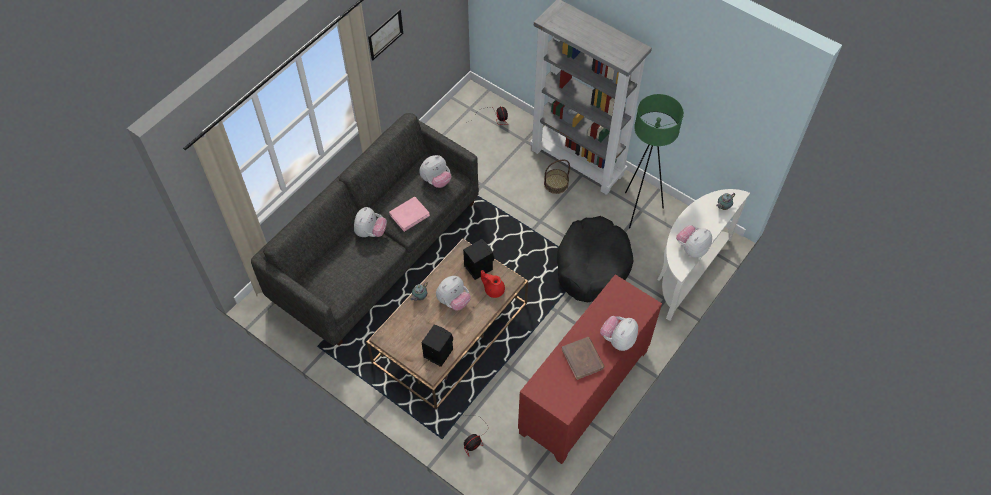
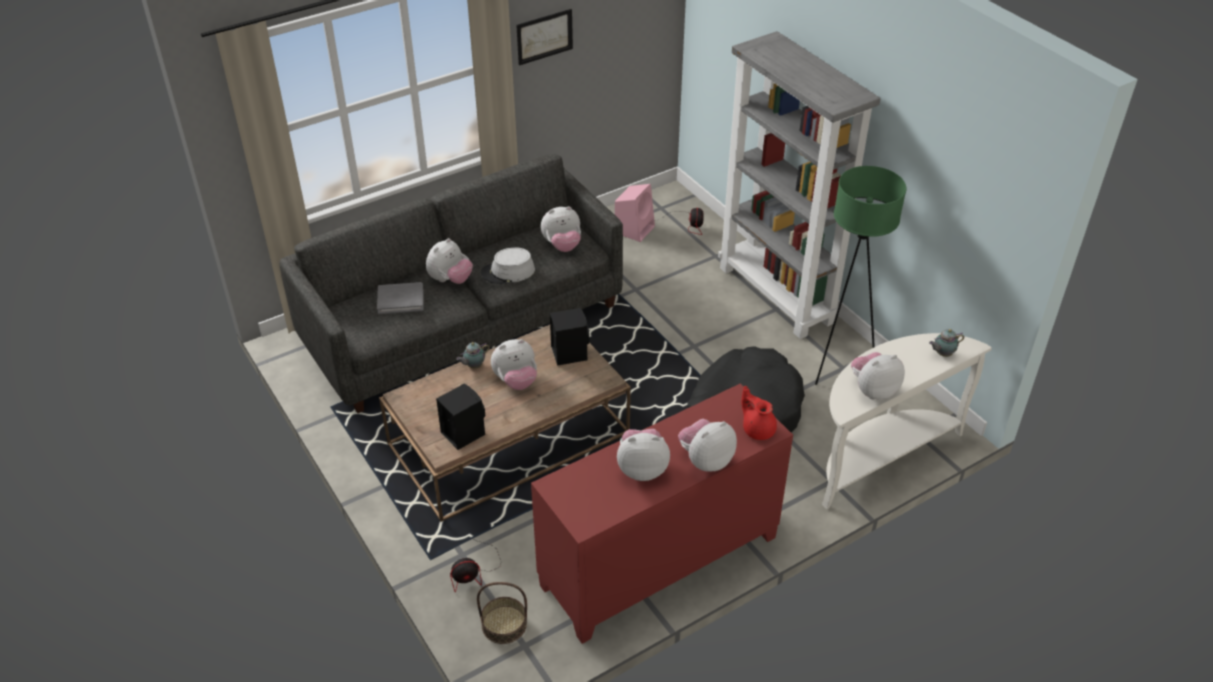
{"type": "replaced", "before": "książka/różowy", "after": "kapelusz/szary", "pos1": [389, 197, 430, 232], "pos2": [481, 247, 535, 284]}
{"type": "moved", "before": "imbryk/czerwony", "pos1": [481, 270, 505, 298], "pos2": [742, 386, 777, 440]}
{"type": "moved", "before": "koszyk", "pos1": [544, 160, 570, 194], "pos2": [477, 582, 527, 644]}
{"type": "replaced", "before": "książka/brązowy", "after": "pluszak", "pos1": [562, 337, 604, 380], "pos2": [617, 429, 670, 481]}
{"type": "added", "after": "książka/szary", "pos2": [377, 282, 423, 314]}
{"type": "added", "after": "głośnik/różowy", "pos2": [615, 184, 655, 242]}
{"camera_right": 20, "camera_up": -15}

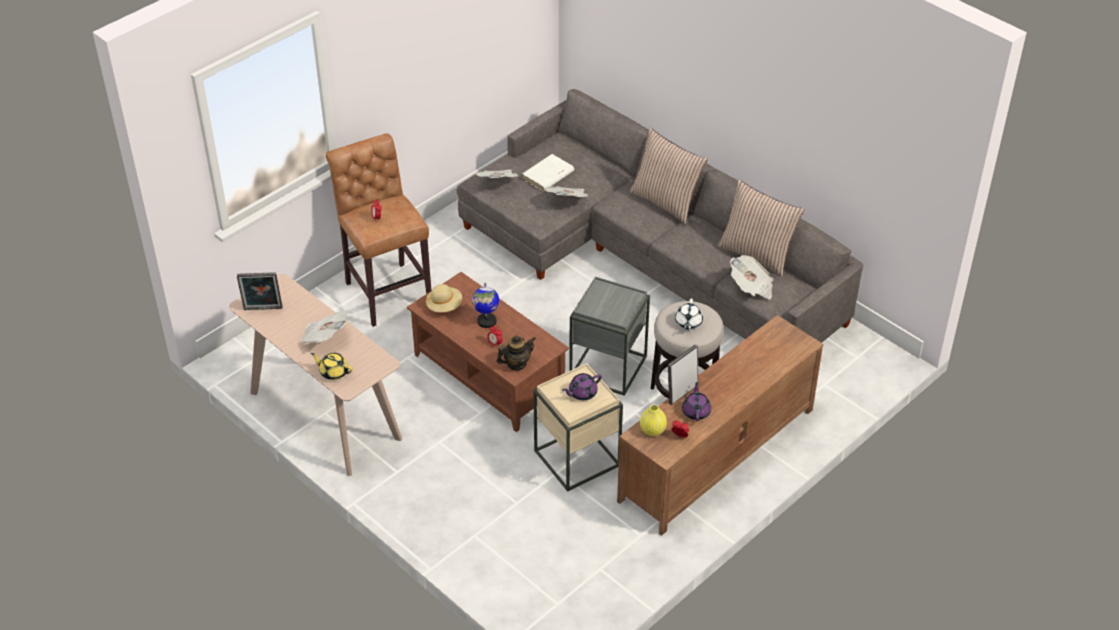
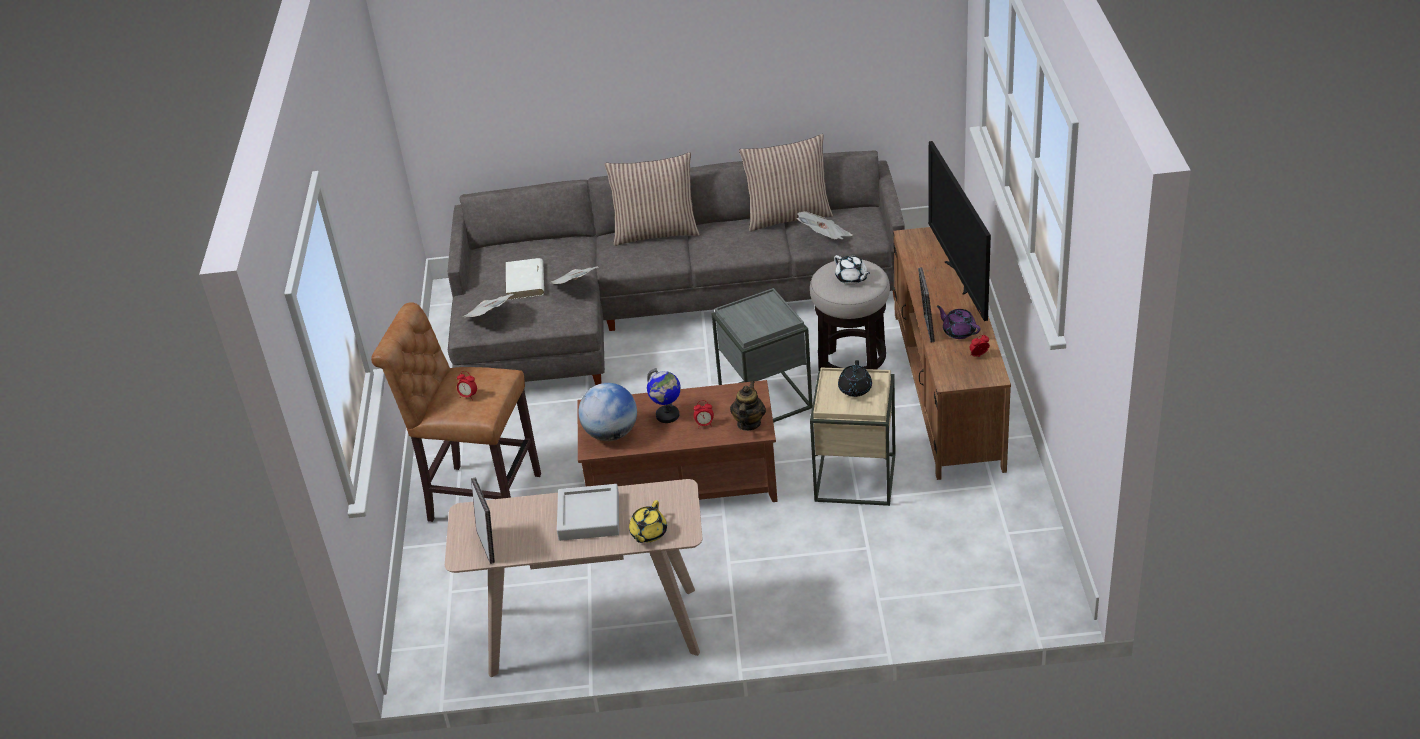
{"type": "turned", "before": "ramka na zdjęcie", "pos1": [237, 272, 282, 310], "pos2": [471, 477, 495, 564], "turn": -60}
{"type": "replaced", "before": "gazeta", "after": "taca/szary", "pos1": [300, 312, 347, 344], "pos2": [557, 484, 619, 541]}
{"type": "turned", "before": "imbryk/żółty", "pos1": [311, 353, 353, 380], "pos2": [629, 500, 667, 543], "turn": -45}
{"type": "replaced", "before": "kapelusz/beżowy", "after": "globus", "pos1": [426, 284, 462, 312], "pos2": [579, 383, 637, 441]}
{"type": "recoloured", "before": "imbryk/fioletowy", "after": "imbryk/czarny", "pos1": [562, 373, 602, 400], "pos2": [838, 360, 872, 397]}
{"type": "removed", "before": "wazon/żółty", "pos1": [640, 404, 667, 436]}
{"type": "added", "after": "telewizor", "pos2": [928, 141, 991, 321]}
{"camera_right": -45, "camera_up": -5}

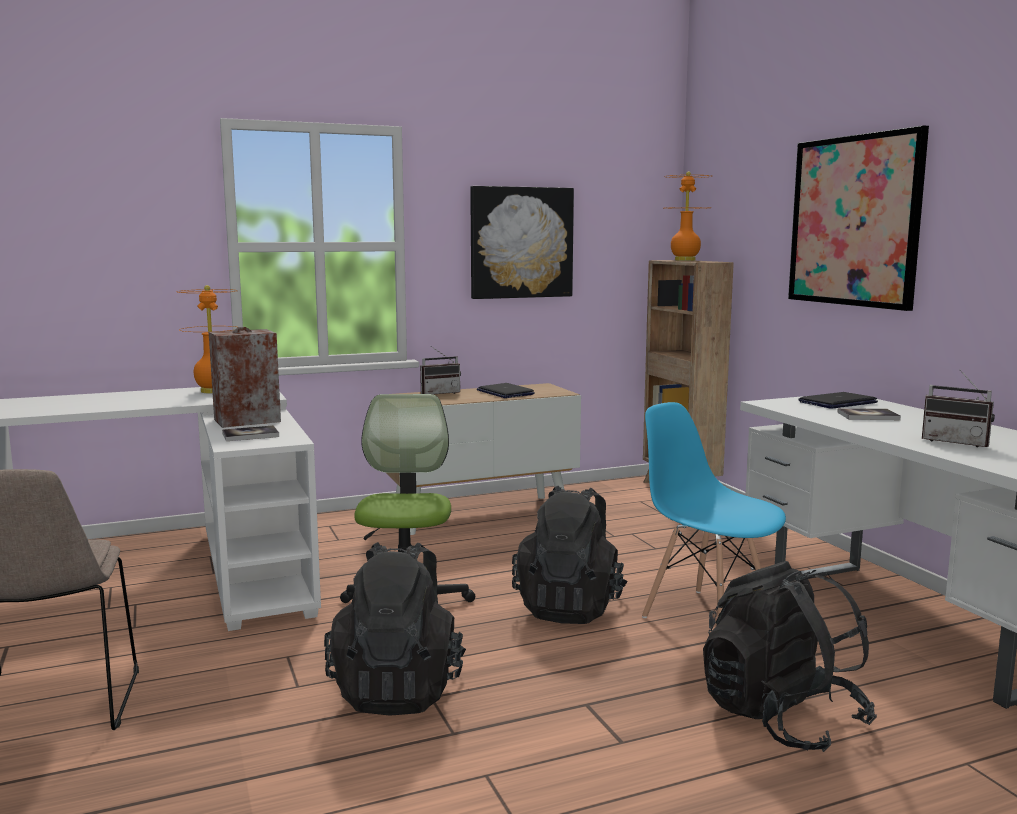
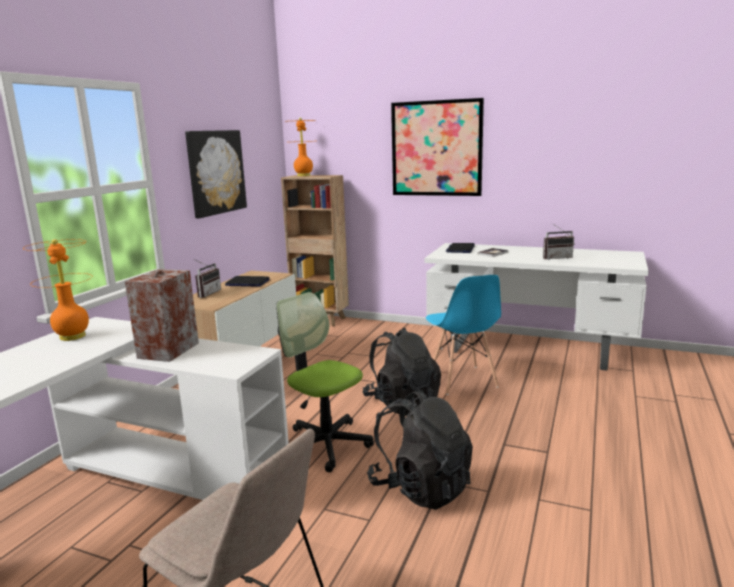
{"type": "removed", "before": "książka", "pos1": [222, 425, 279, 441]}
{"type": "turned", "before": "krzesło/niebieski", "pos1": [642, 402, 786, 618], "pos2": [426, 275, 501, 395], "turn": -105}
{"type": "removed", "before": "plecak/czarny", "pos1": [703, 561, 877, 752]}
{"camera_right": -45, "camera_up": 5}

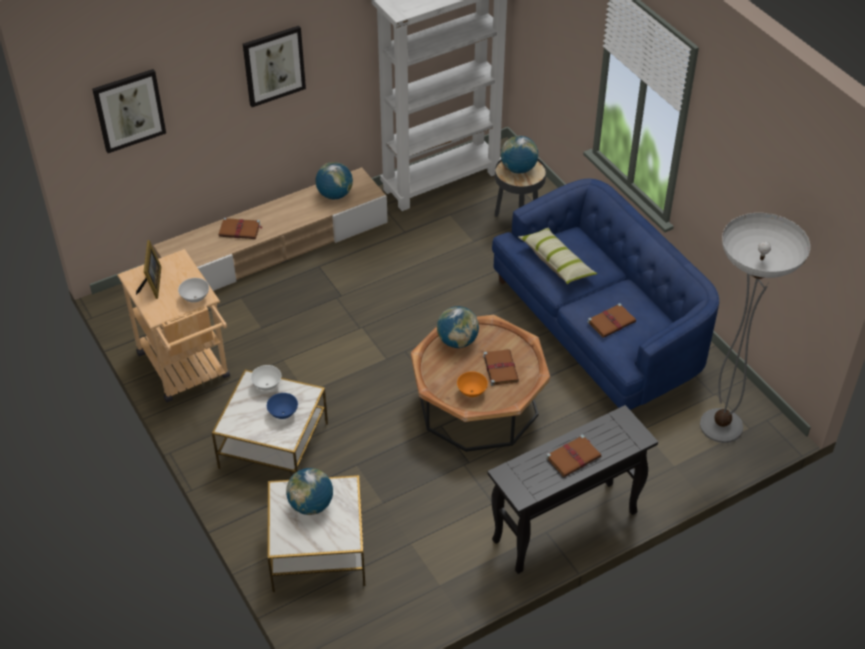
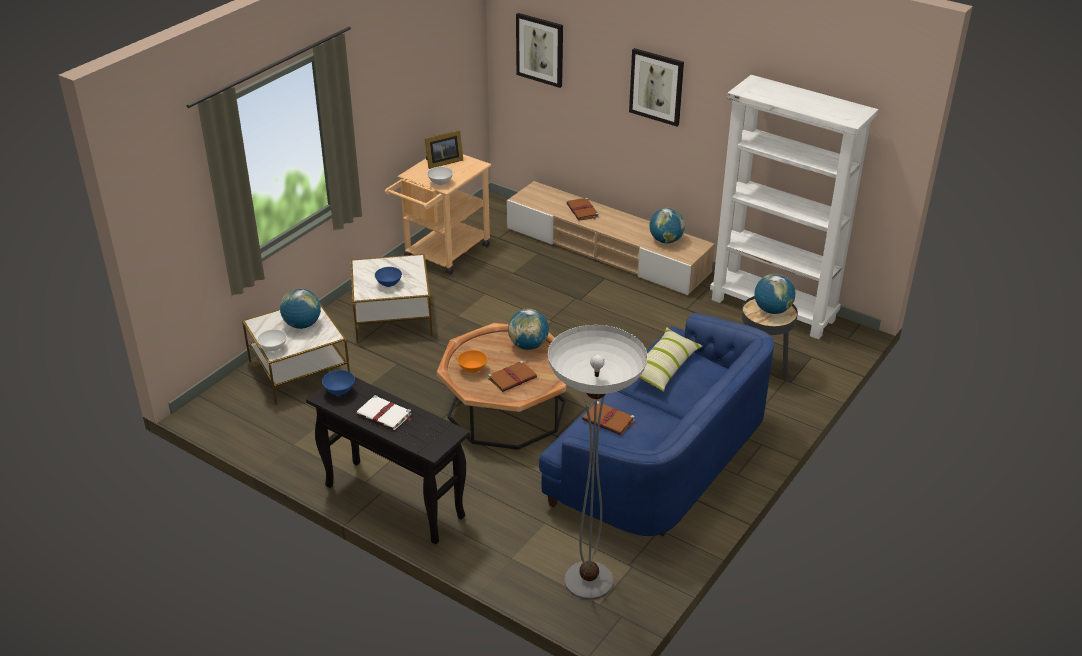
{"type": "moved", "before": "miska/biały", "pos1": [251, 365, 281, 390], "pos2": [257, 329, 287, 351]}
{"type": "recoloured", "before": "książka/brązowy", "after": "książka/biały", "pos1": [546, 435, 601, 477], "pos2": [356, 395, 412, 430]}
{"type": "added", "after": "miska/niebieski", "pos2": [322, 370, 355, 395]}
{"camera_right": 65, "camera_up": -10}

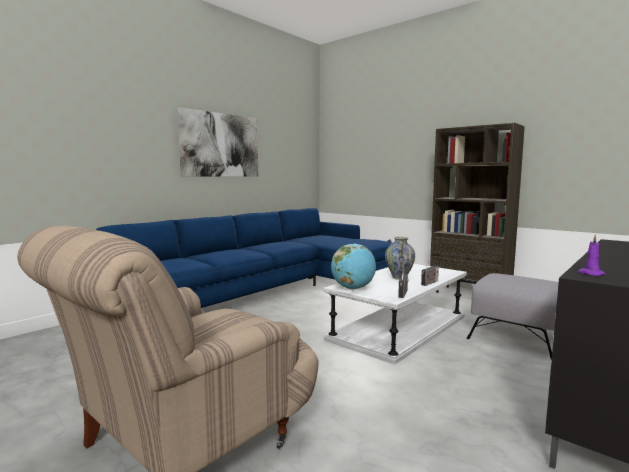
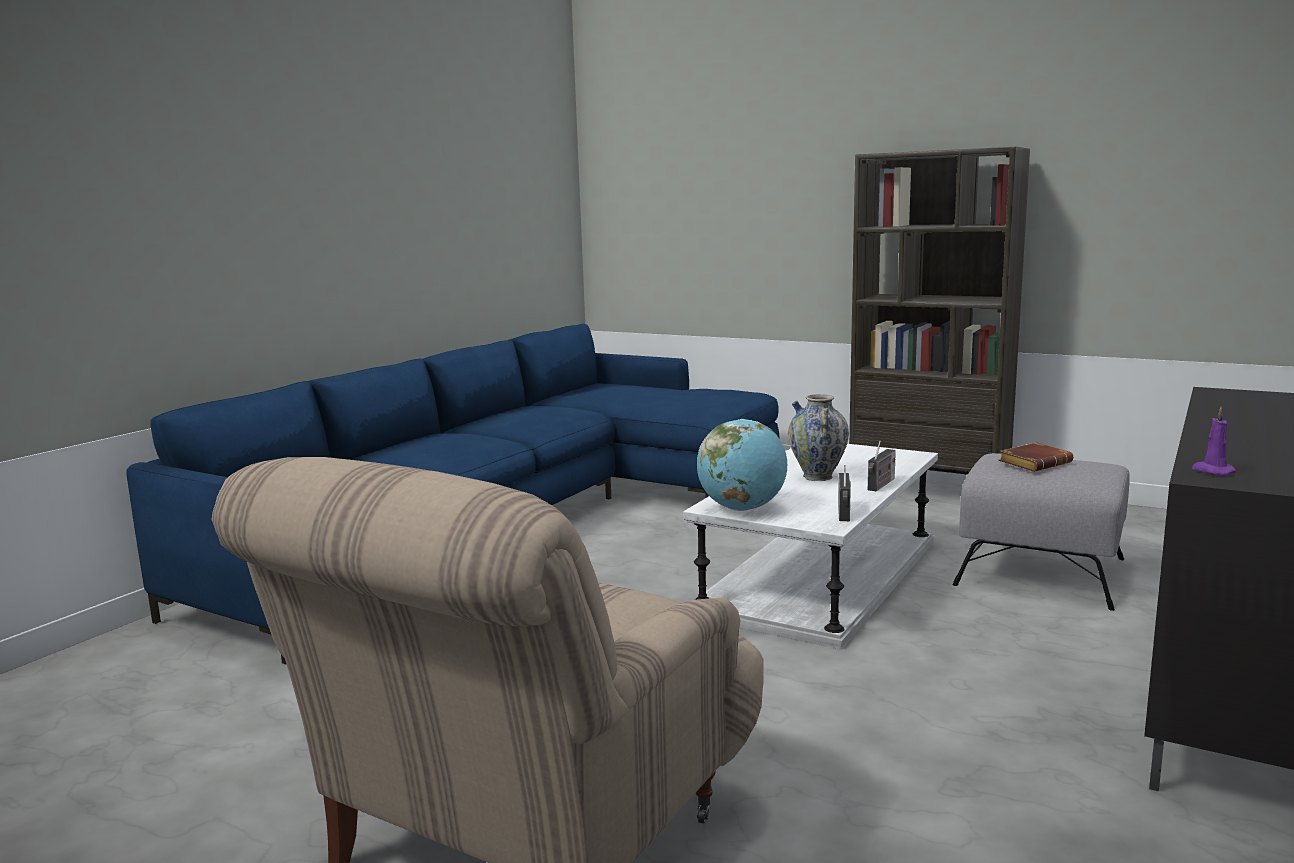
{"type": "removed", "before": "obraz", "pos1": [178, 107, 258, 176]}
{"type": "added", "after": "książka/brązowy", "pos2": [999, 442, 1073, 472]}
{"camera_right": -10, "camera_up": 5}

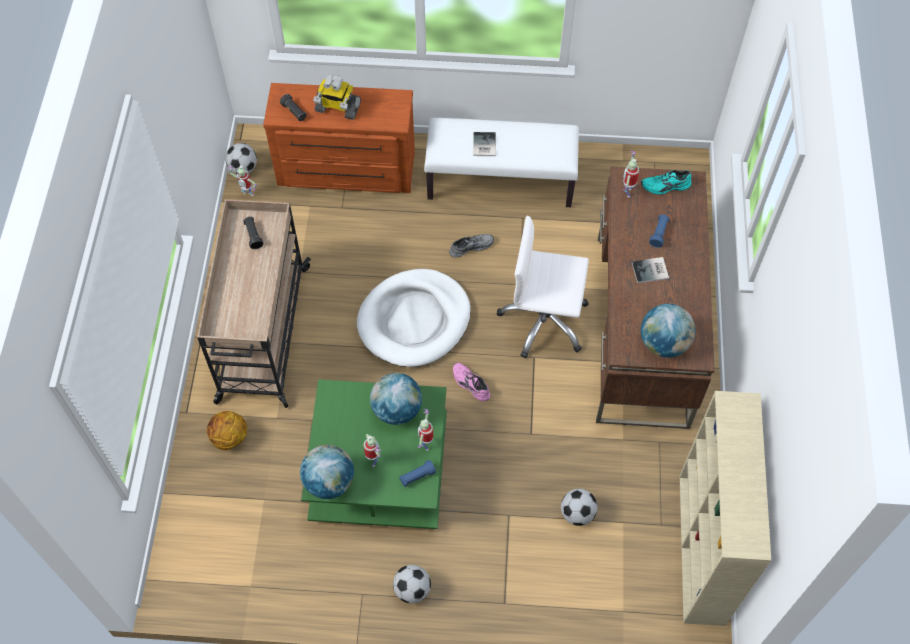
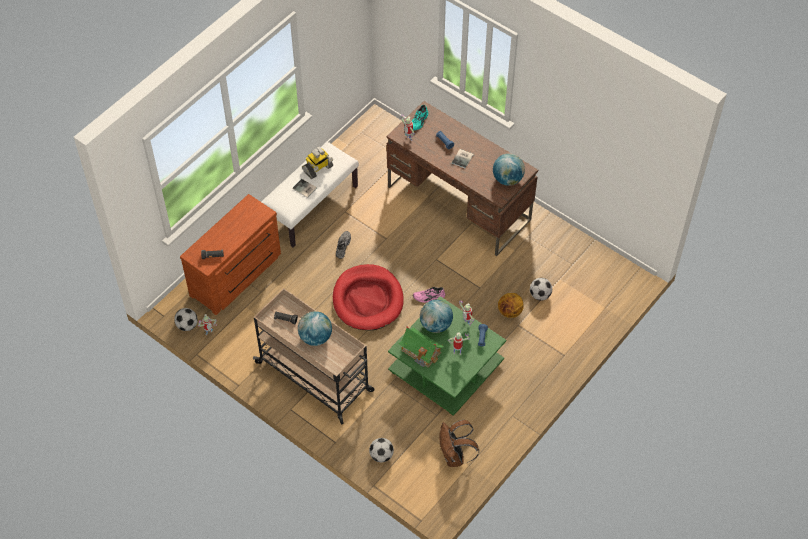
{"type": "moved", "before": "piłka do koszykówki", "pos1": [207, 411, 247, 450], "pos2": [498, 293, 524, 318]}
{"type": "moved", "before": "globus", "pos1": [300, 445, 354, 499], "pos2": [298, 311, 332, 346]}
{"type": "moved", "before": "robot zabawkowy", "pos1": [313, 74, 361, 120], "pos2": [302, 147, 333, 179]}
{"type": "recoloured", "before": "legowisko/biały", "after": "legowisko/czerwony", "pos1": [357, 269, 471, 367], "pos2": [333, 264, 404, 330]}
{"type": "moved", "before": "piłka futbolowa", "pos1": [393, 565, 431, 604], "pos2": [369, 438, 394, 462]}
{"type": "removed", "before": "krzesło biurowe/biały", "pos1": [497, 216, 589, 359]}
{"type": "removed", "before": "regał/beżowy", "pos1": [680, 391, 771, 626]}
{"type": "added", "after": "domek", "pos2": [398, 326, 444, 367]}
{"type": "added", "after": "plecak/brązowy", "pos2": [439, 420, 479, 467]}
{"camera_right": -55, "camera_up": -5}

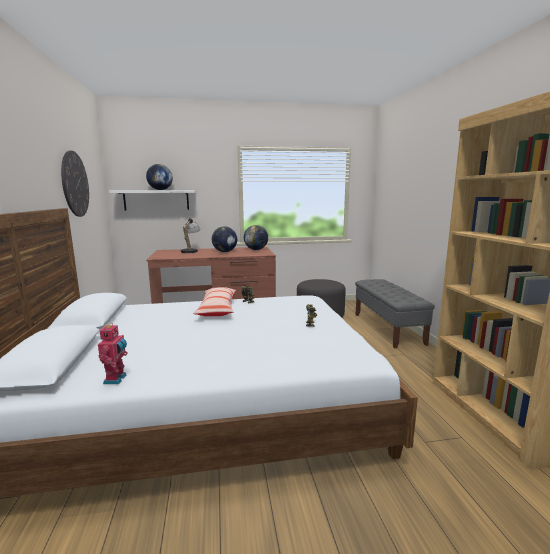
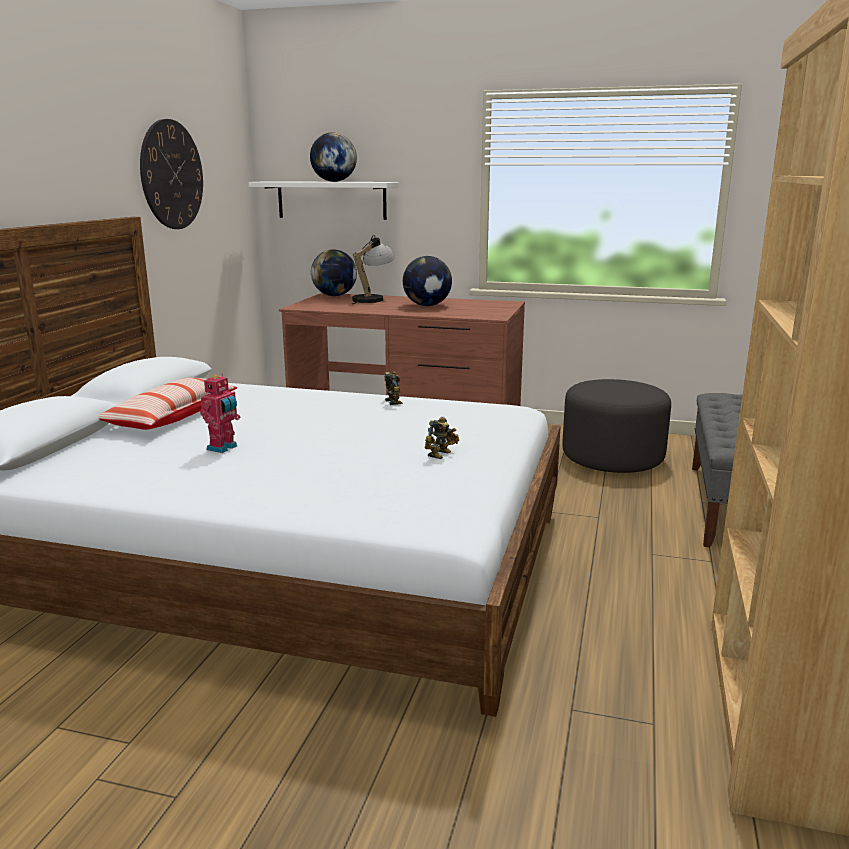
{"type": "moved", "before": "robot zabawkowy", "pos1": [98, 323, 128, 384], "pos2": [200, 374, 240, 453]}
{"type": "moved", "before": "poduszka", "pos1": [193, 287, 237, 316], "pos2": [98, 378, 237, 430]}
{"type": "moved", "before": "globus", "pos1": [244, 225, 268, 250], "pos2": [311, 249, 357, 296]}
{"camera_right": 25, "camera_up": 5}

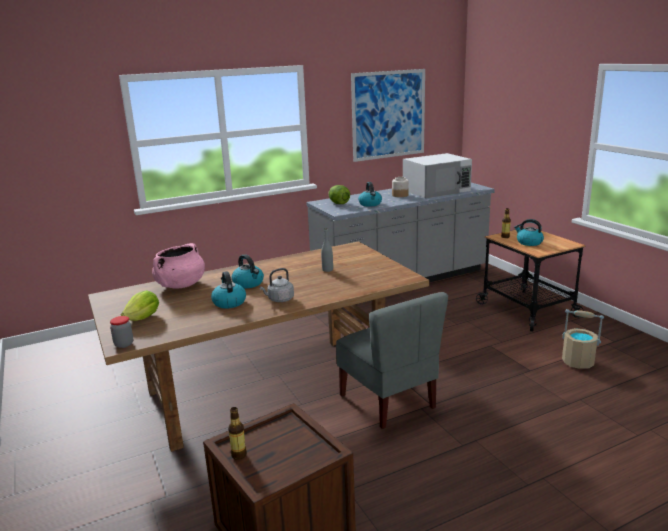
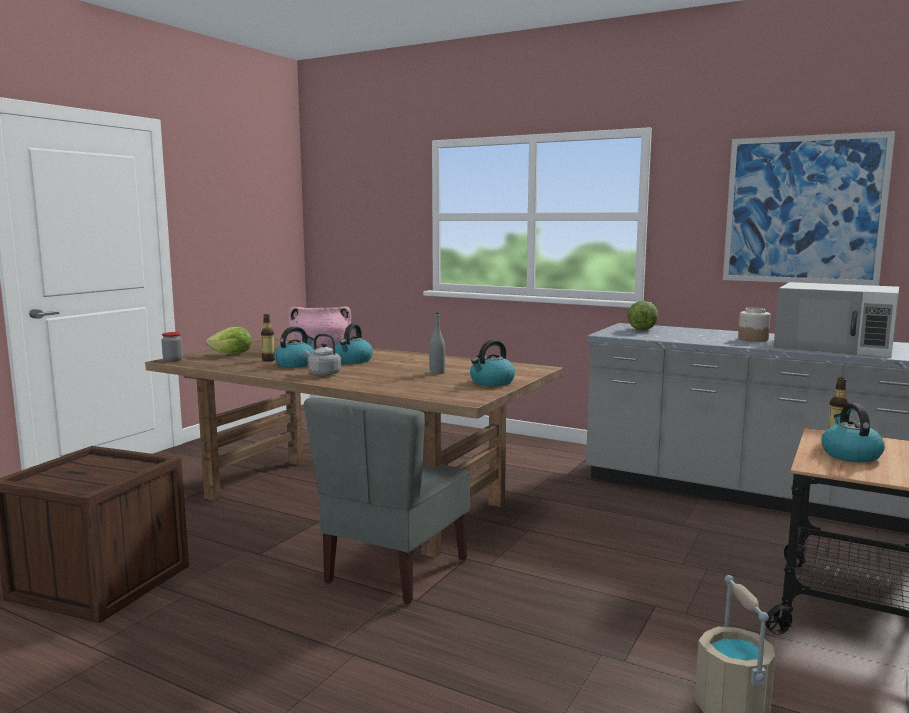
{"type": "moved", "before": "butelka", "pos1": [228, 407, 247, 460], "pos2": [261, 314, 275, 361]}
{"type": "moved", "before": "czajnik", "pos1": [358, 182, 382, 206], "pos2": [470, 340, 515, 386]}
{"camera_right": 55, "camera_up": -10}

